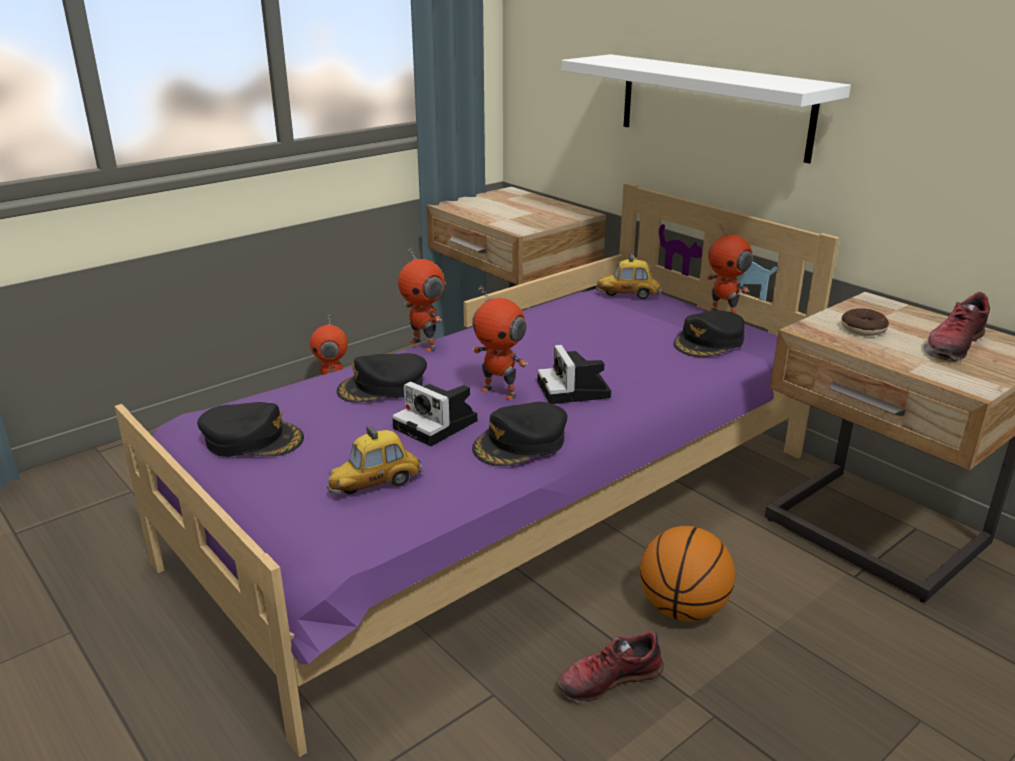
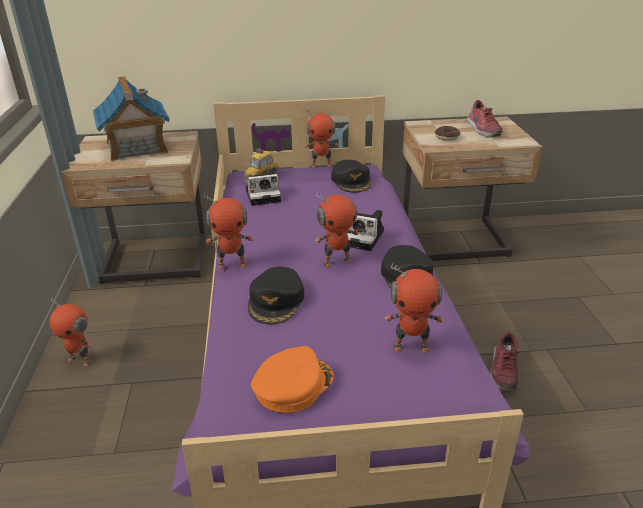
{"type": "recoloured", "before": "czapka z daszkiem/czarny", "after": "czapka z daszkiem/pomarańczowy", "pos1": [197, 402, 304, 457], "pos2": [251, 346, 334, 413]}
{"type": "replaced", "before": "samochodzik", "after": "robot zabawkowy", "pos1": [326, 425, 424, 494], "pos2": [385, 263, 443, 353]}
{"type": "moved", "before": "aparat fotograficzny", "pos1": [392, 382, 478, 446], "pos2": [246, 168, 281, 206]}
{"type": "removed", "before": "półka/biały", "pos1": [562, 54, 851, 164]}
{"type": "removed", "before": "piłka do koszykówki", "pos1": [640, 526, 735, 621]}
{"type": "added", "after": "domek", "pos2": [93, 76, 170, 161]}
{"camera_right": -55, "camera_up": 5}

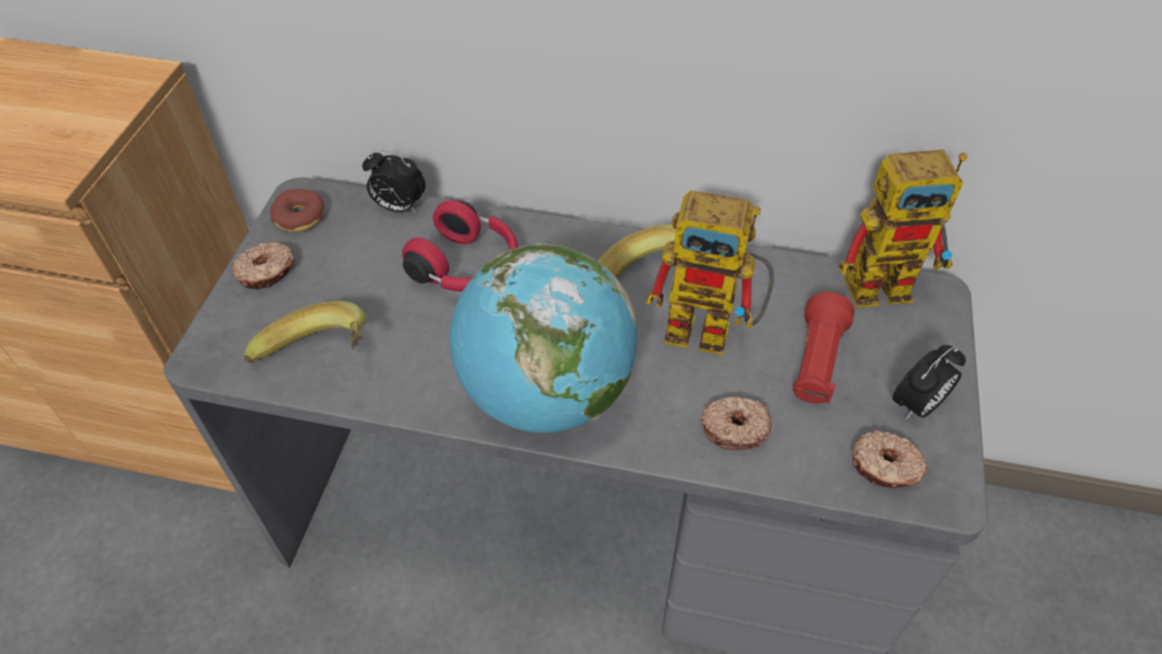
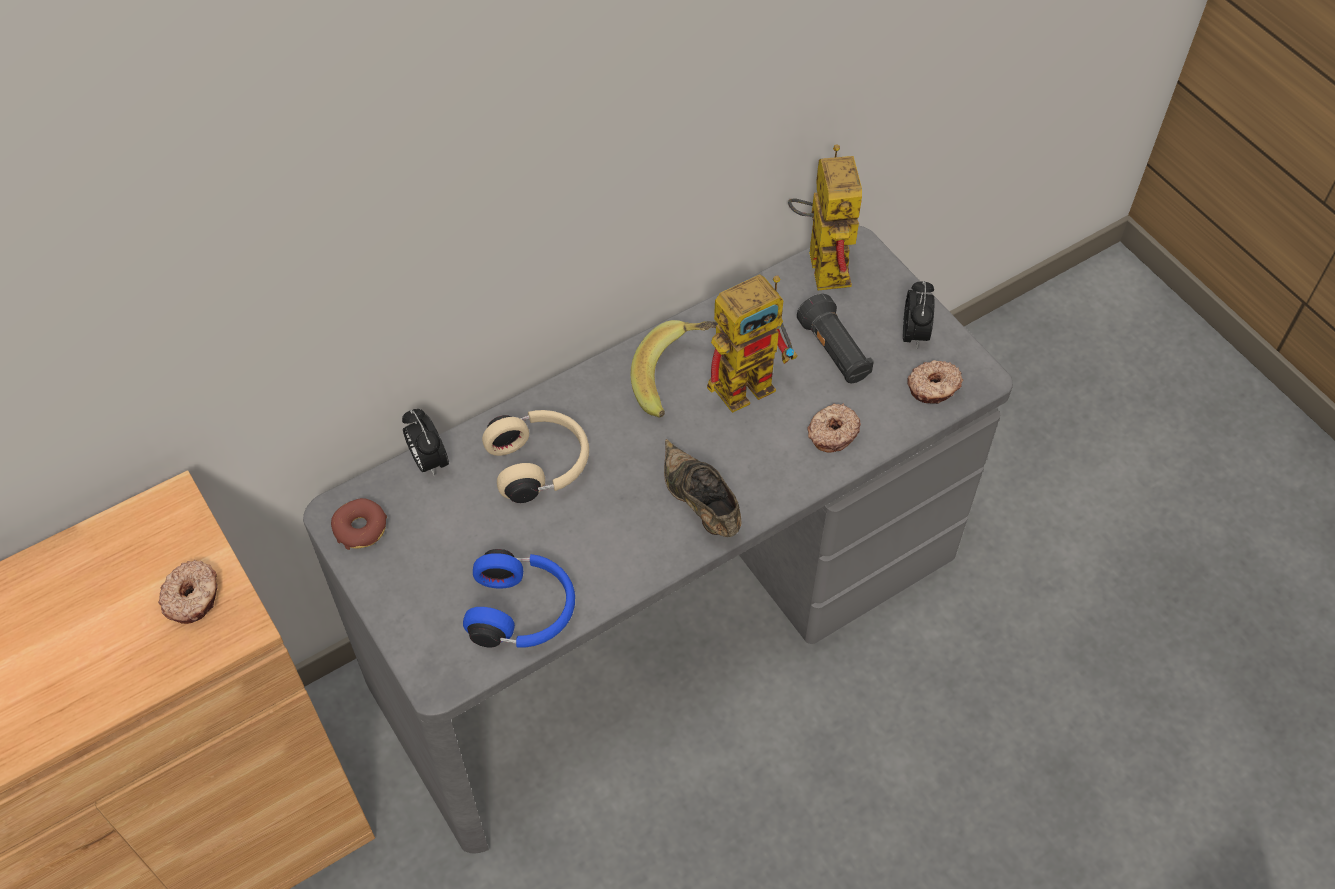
{"type": "moved", "before": "donut", "pos1": [232, 242, 295, 289], "pos2": [158, 559, 218, 624]}
{"type": "replaced", "before": "banan", "after": "słuchawki/niebieski", "pos1": [244, 301, 367, 363], "pos2": [463, 549, 575, 648]}
{"type": "turned", "before": "budzik", "pos1": [362, 149, 426, 213], "pos2": [402, 409, 449, 477], "turn": 90}
{"type": "recoloured", "before": "słuchawki/czerwony", "after": "słuchawki/beżowy", "pos1": [402, 200, 518, 291], "pos2": [482, 410, 589, 503]}
{"type": "replaced", "before": "globus", "after": "but/brązowy", "pos1": [450, 243, 637, 433], "pos2": [664, 439, 742, 537]}
{"type": "recoloured", "before": "latarka/czerwony", "after": "latarka/czarny", "pos1": [793, 292, 855, 404], "pos2": [797, 294, 874, 383]}
{"type": "turned", "before": "robot zabawkowy", "pos1": [838, 149, 968, 308], "pos2": [788, 144, 862, 290], "turn": -45}
{"camera_right": -45, "camera_up": 5}

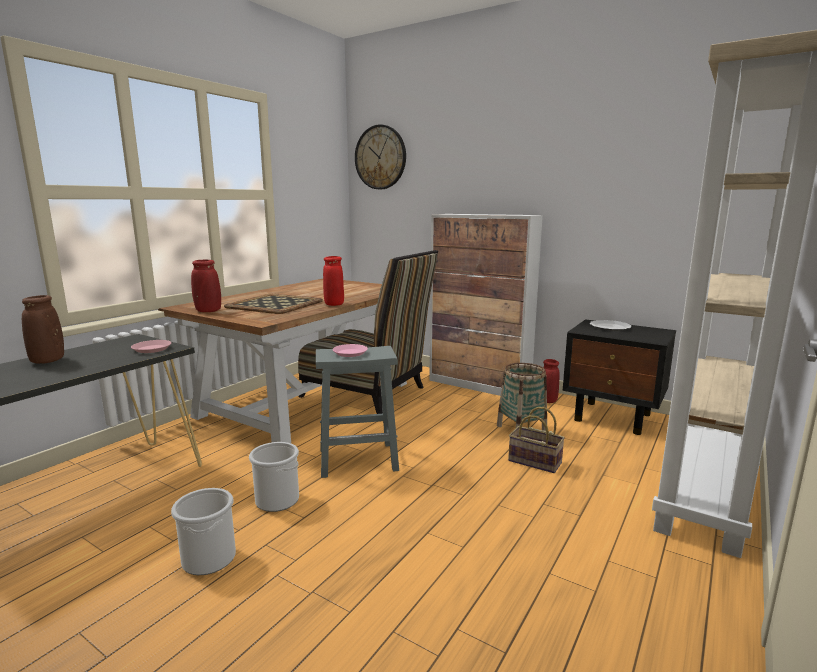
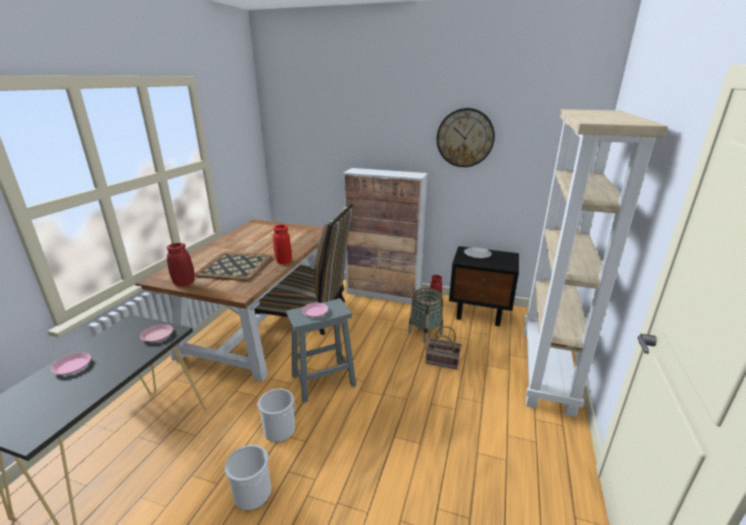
{"type": "replaced", "before": "wazon/brązowy", "after": "talerz/różowy", "pos1": [22, 295, 64, 364], "pos2": [51, 353, 91, 375]}
{"type": "moved", "before": "zegar ścienny", "pos1": [355, 125, 406, 189], "pos2": [437, 108, 495, 167]}
{"camera_right": -15, "camera_up": 10}

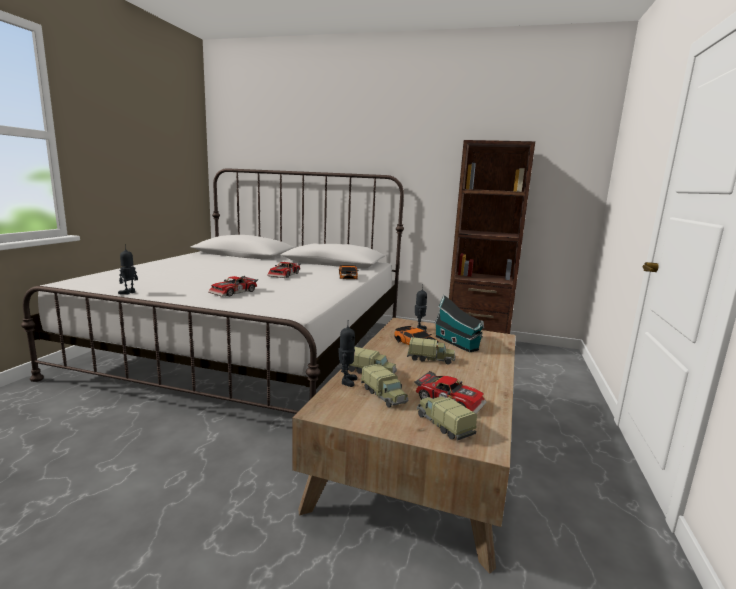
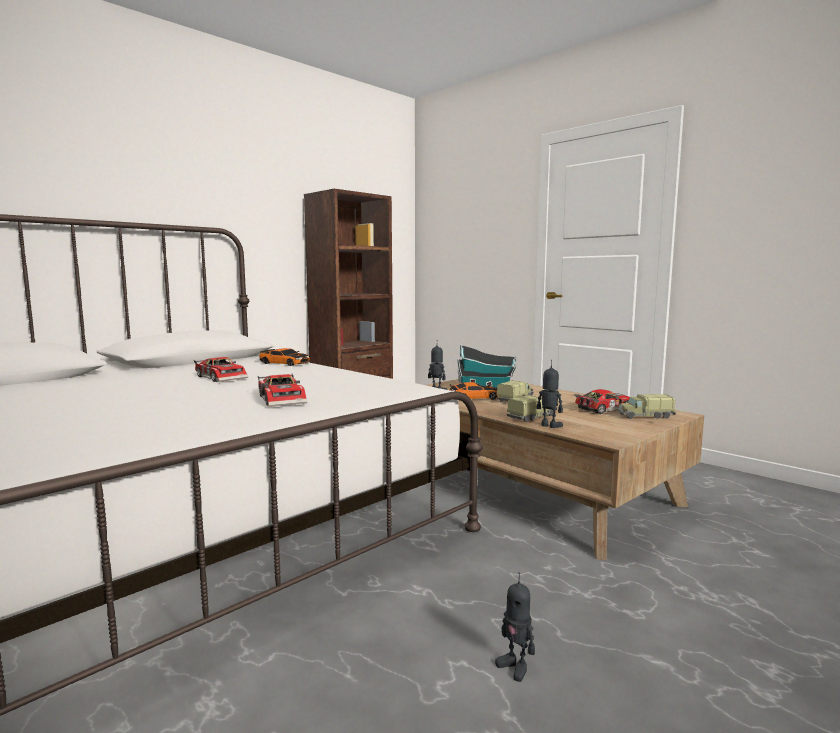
{"type": "moved", "before": "robot zabawkowy", "pos1": [118, 244, 138, 295], "pos2": [495, 572, 535, 682]}
{"type": "removed", "before": "ciężarówka zabawkowa", "pos1": [361, 363, 408, 408]}
{"camera_right": -60, "camera_up": -5}

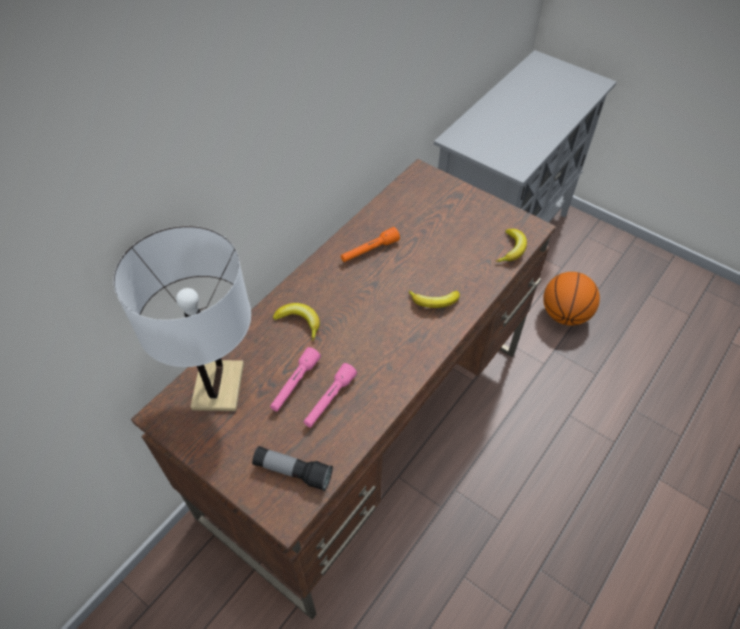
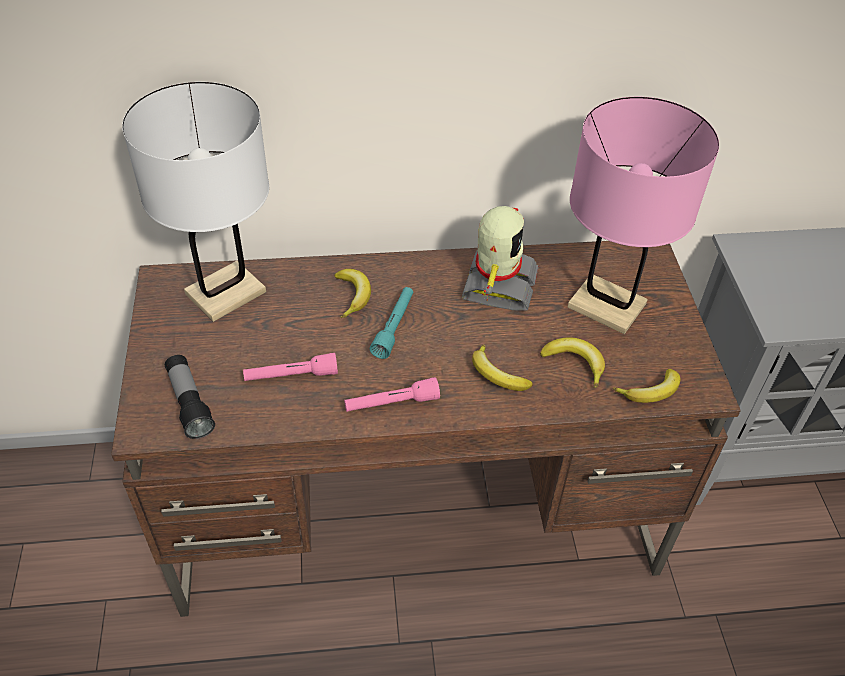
{"type": "moved", "before": "latarka/różowy", "pos1": [270, 347, 321, 412], "pos2": [344, 377, 440, 412]}
{"type": "replaced", "before": "latarka/pomarańczowy", "after": "robot zabawkowy", "pos1": [341, 227, 400, 262], "pos2": [462, 206, 539, 311]}
{"type": "removed", "before": "piłka do koszykówki", "pos1": [543, 272, 600, 326]}
{"type": "added", "after": "latarka/turkusowy", "pos2": [370, 287, 413, 359]}
{"type": "added", "after": "banan", "pos2": [540, 337, 605, 388]}
{"type": "added", "after": "lampa stołowa/różowy", "pos2": [568, 97, 719, 334]}
{"camera_right": 45, "camera_up": -5}

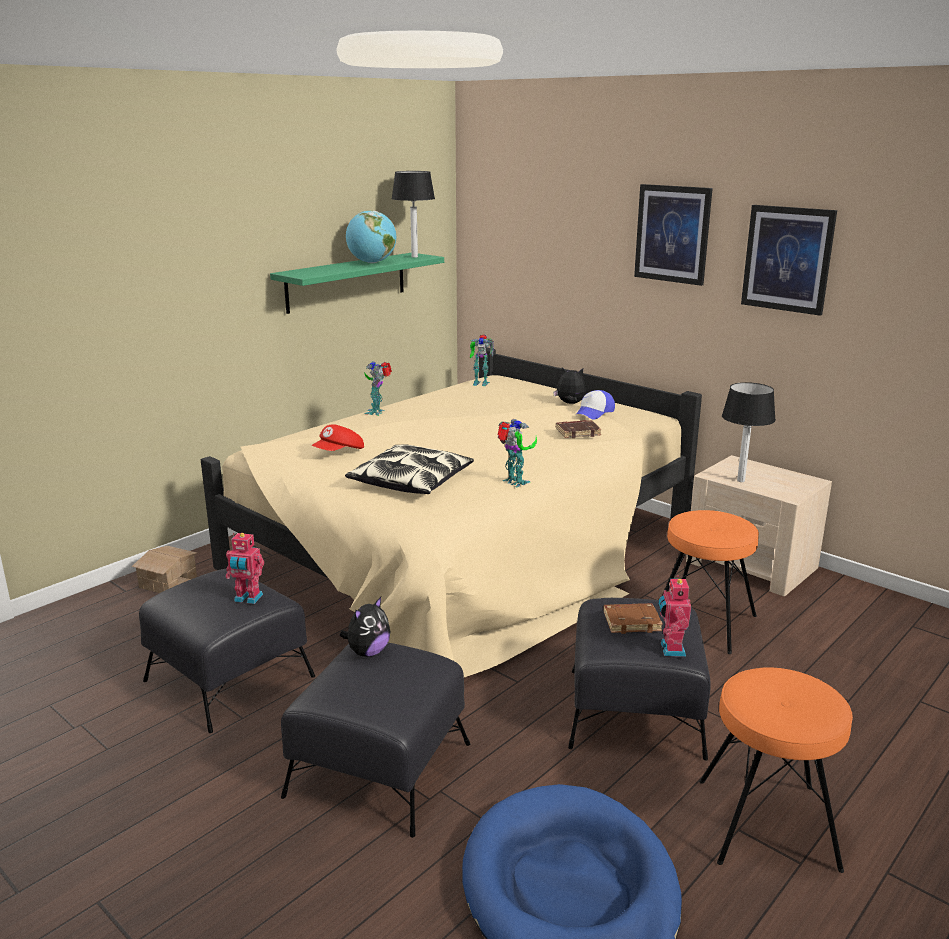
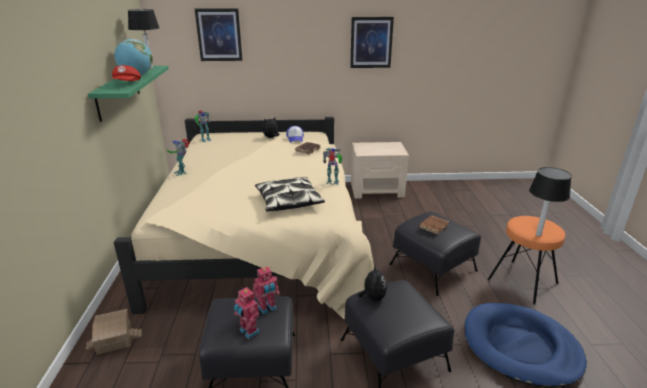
{"type": "moved", "before": "czapka z daszkiem/czerwony", "pos1": [312, 425, 364, 451], "pos2": [112, 65, 141, 81]}
{"type": "moved", "before": "obraz", "pos1": [634, 184, 713, 286], "pos2": [195, 8, 242, 61]}
{"type": "moved", "before": "robot zabawkowy", "pos1": [658, 576, 691, 657], "pos2": [234, 287, 260, 339]}
{"type": "removed", "before": "stołek/pomarańczowy", "pos1": [662, 510, 759, 654]}
{"type": "moved", "before": "lampa stołowa", "pos1": [722, 382, 776, 482], "pos2": [529, 167, 572, 236]}
{"camera_right": -45, "camera_up": 5}

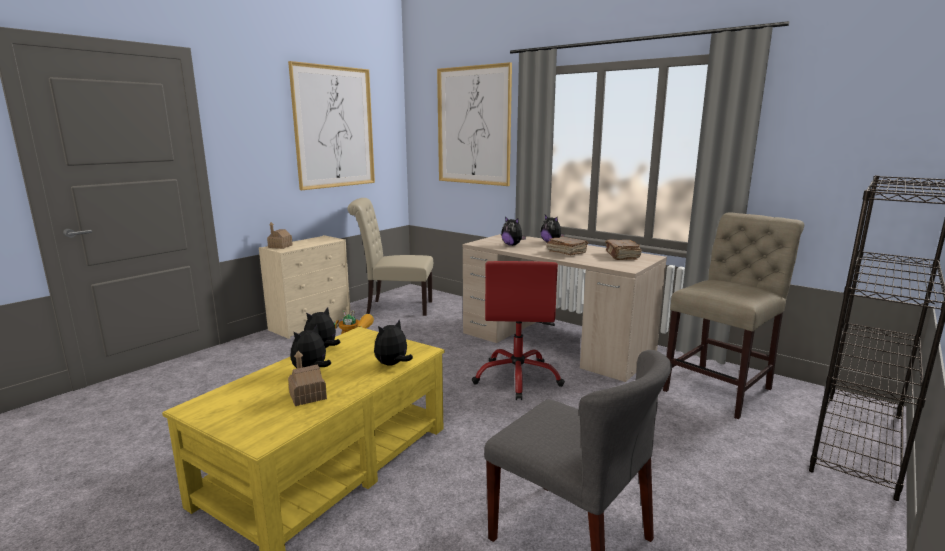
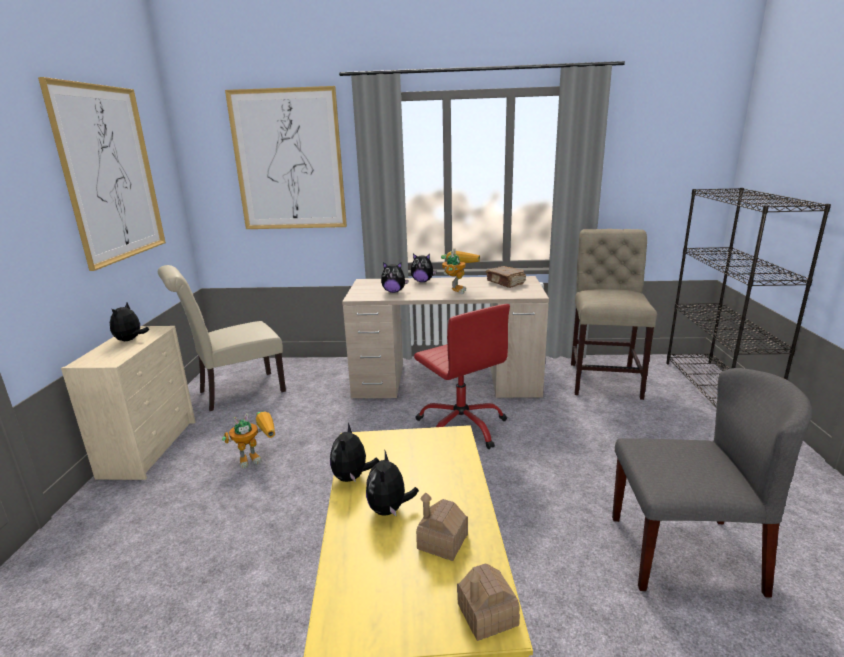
{"type": "moved", "before": "domek", "pos1": [267, 222, 293, 249], "pos2": [457, 563, 520, 641]}
{"type": "moved", "before": "pluszak", "pos1": [374, 319, 413, 366], "pos2": [110, 303, 149, 341]}
{"type": "replaced", "before": "książka/brązowy", "after": "robot zabawkowy", "pos1": [547, 236, 588, 255], "pos2": [441, 248, 480, 294]}
{"camera_right": -35, "camera_up": 5}

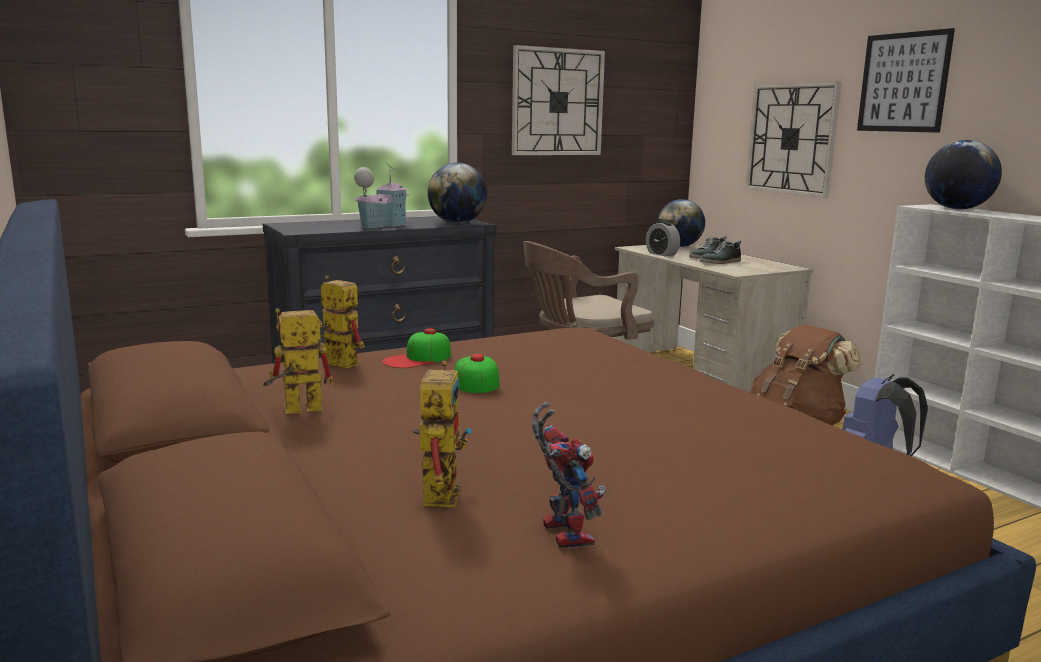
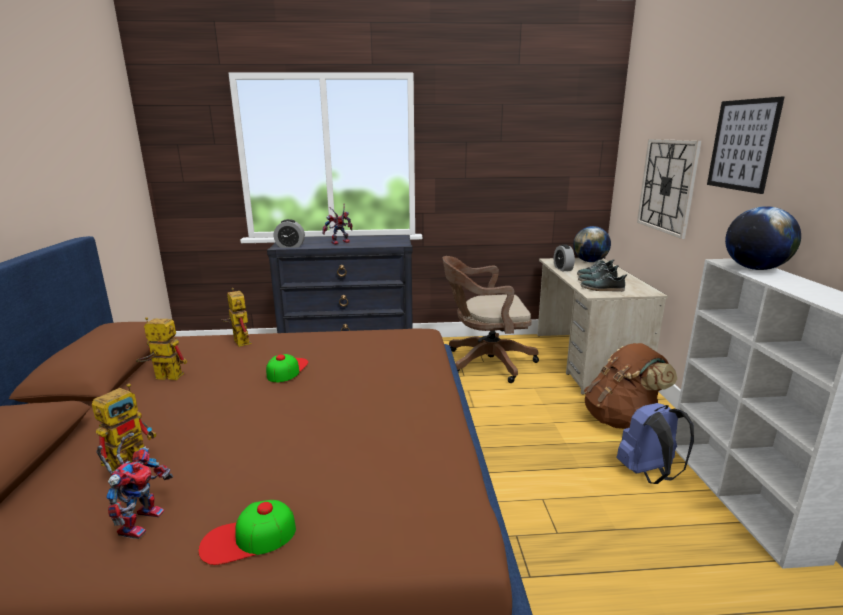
{"type": "replaced", "before": "domek", "after": "robot zabawkowy", "pos1": [353, 163, 410, 229], "pos2": [322, 204, 353, 245]}
{"type": "moved", "before": "czapka z daszkiem", "pos1": [382, 329, 451, 368], "pos2": [198, 500, 296, 565]}
{"type": "removed", "before": "globus", "pos1": [428, 162, 487, 223]}
{"type": "removed", "before": "zegar ścienny", "pos1": [512, 45, 605, 155]}
{"type": "added", "after": "budzik", "pos2": [274, 219, 305, 248]}
{"type": "added", "after": "but", "pos2": [581, 273, 627, 292]}
{"camera_right": 25, "camera_up": 5}

